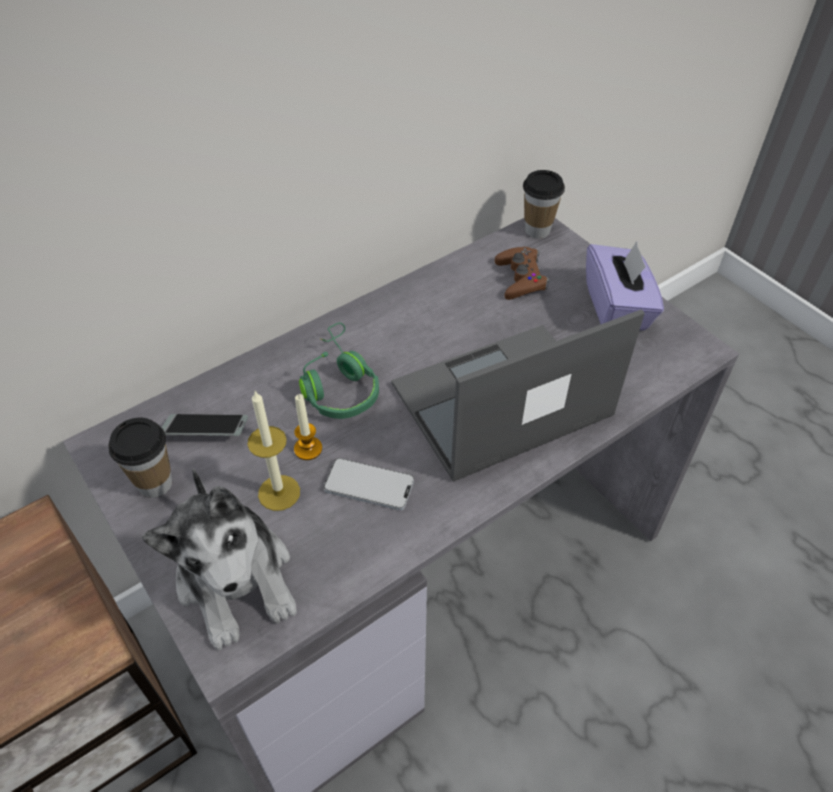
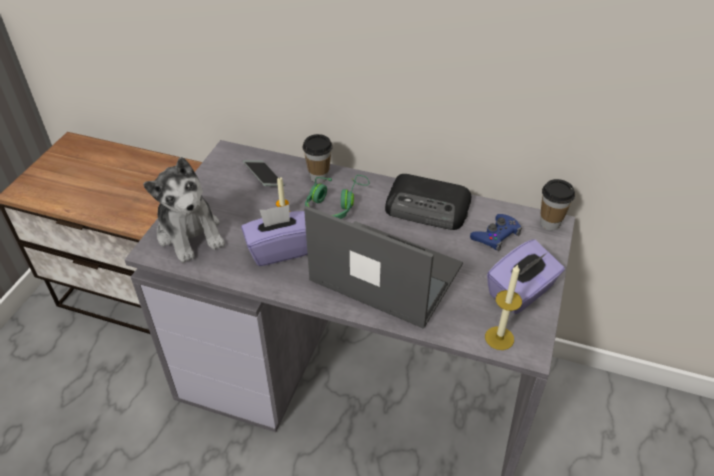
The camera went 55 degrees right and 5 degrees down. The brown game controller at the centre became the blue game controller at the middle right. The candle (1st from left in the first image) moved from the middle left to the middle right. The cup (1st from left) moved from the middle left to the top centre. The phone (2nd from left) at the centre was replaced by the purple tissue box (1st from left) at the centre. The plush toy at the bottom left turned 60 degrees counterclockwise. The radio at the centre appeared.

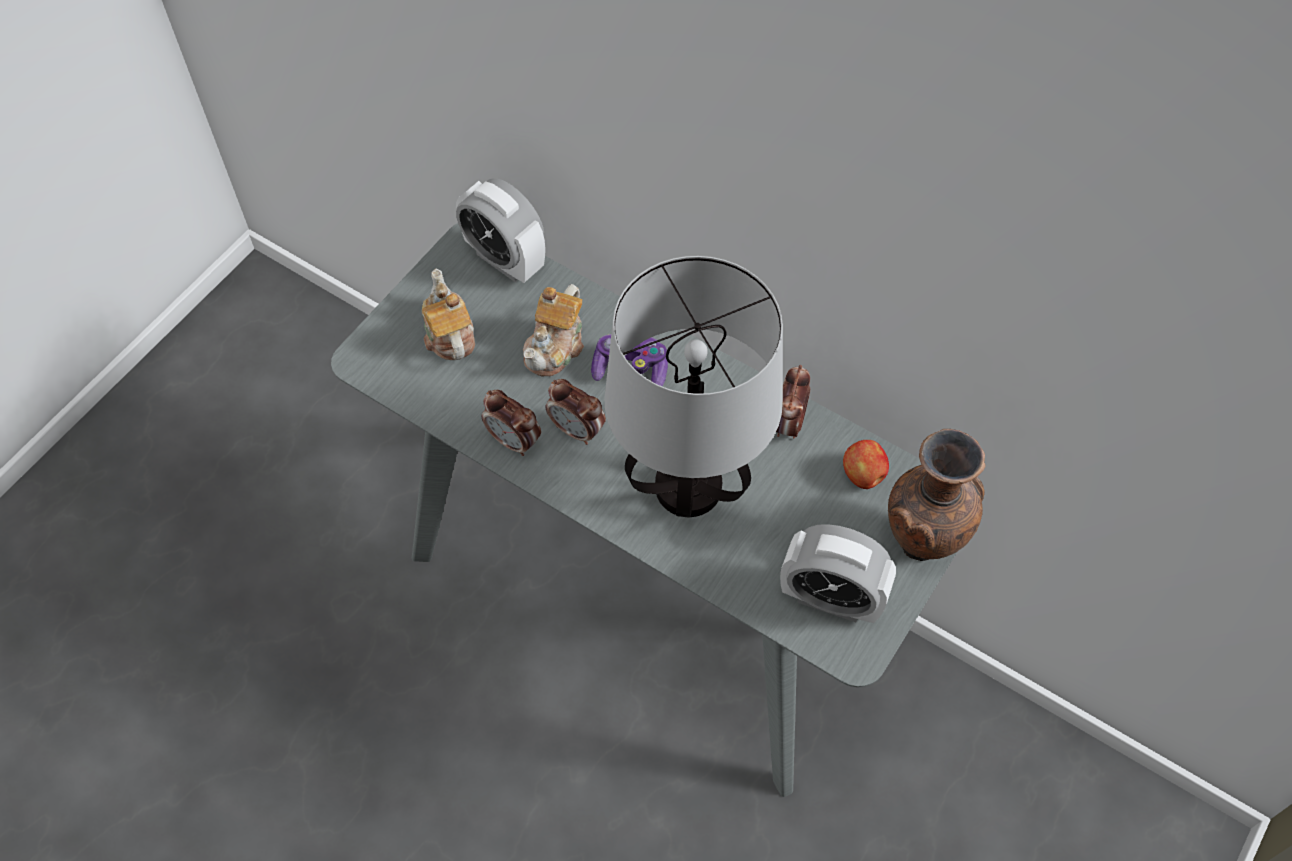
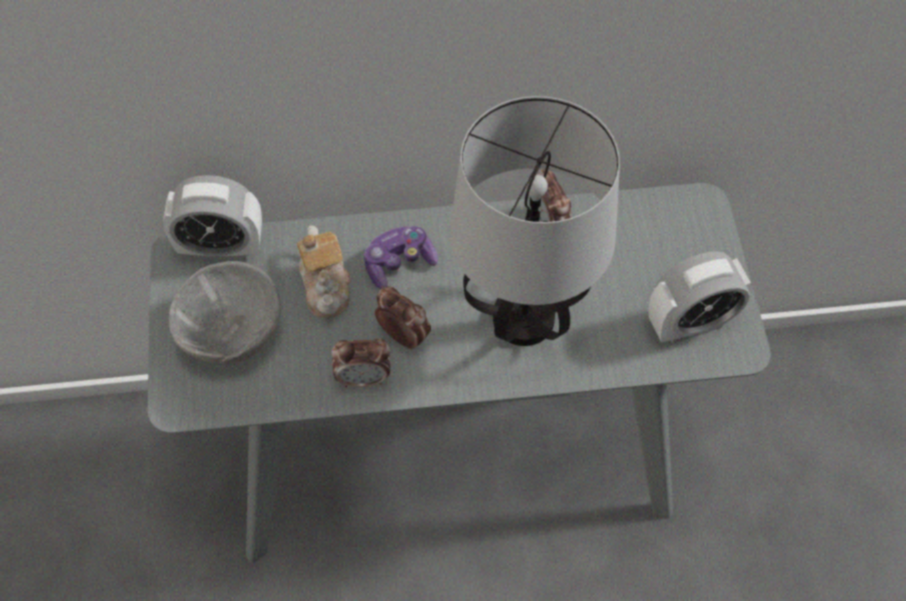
The camera went 40 degrees left and 0 degrees up. The teapot (1st from left) at the centre was replaced by the grey bowl at the middle left. The alarm clock (3rd from left) at the centre turned 135 degrees counterclockwise. The brown vase at the middle right disappeared. The apple at the middle right disappeared.

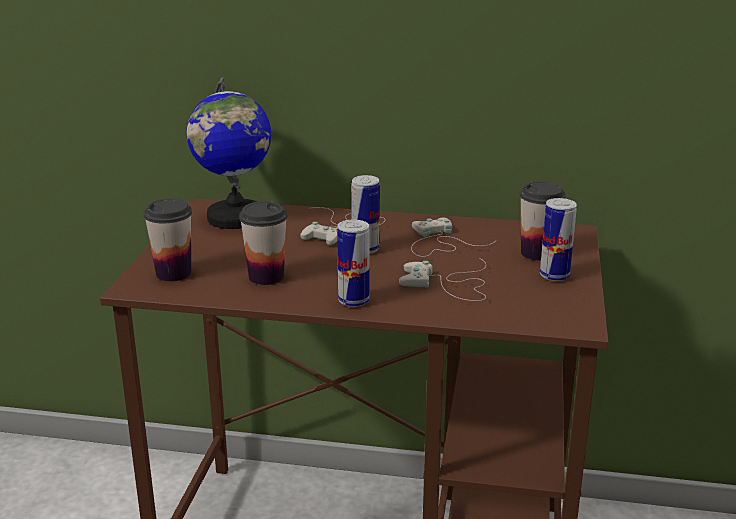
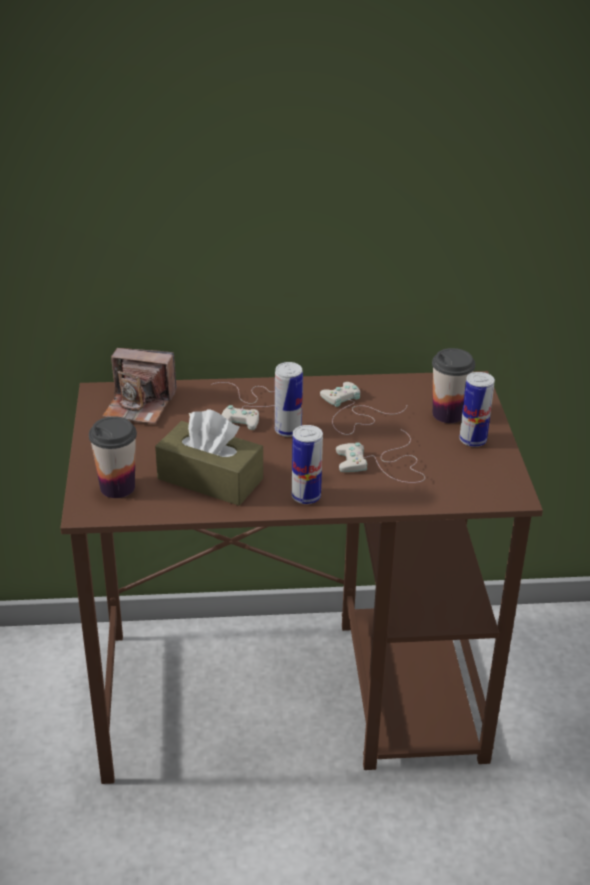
The camera went 15 degrees left and 10 degrees up. The globe at the top left was replaced by the photo camera at the middle left. The cup (2nd from left) at the centre was replaced by the brown tissue box at the centre.

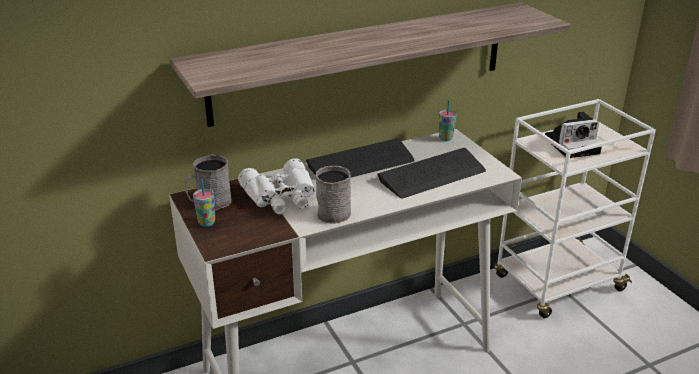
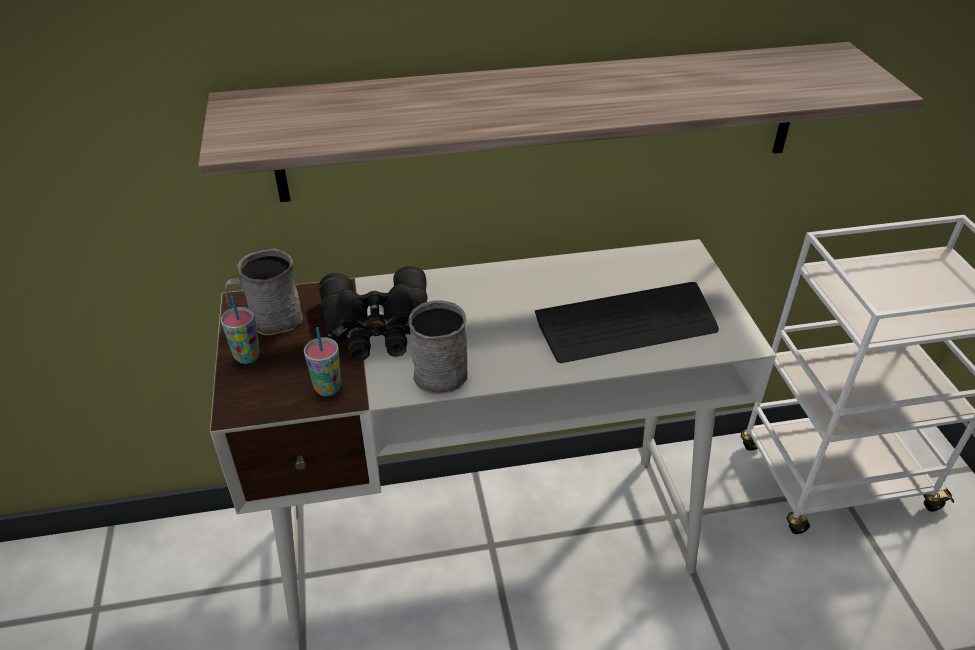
The camera went 15 degrees right and 10 degrees up. The cup (2nd from left) moved from the top centre to the middle left. The photo camera at the middle right disappeared. The keyboard (1st from left) at the centre disappeared. The white binoculars at the centre became the black binoculars at the centre.

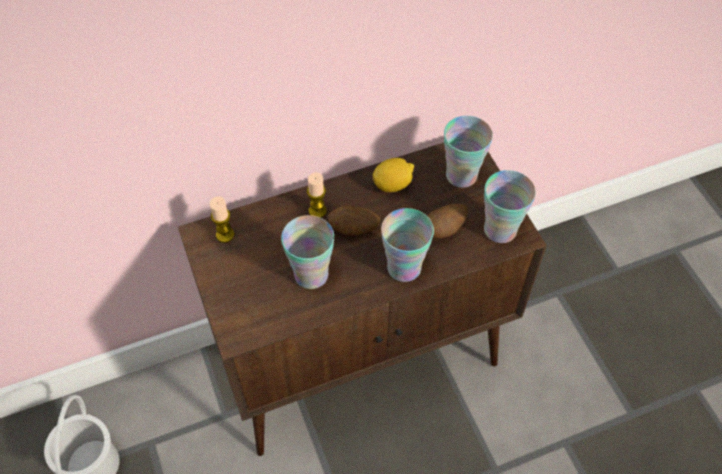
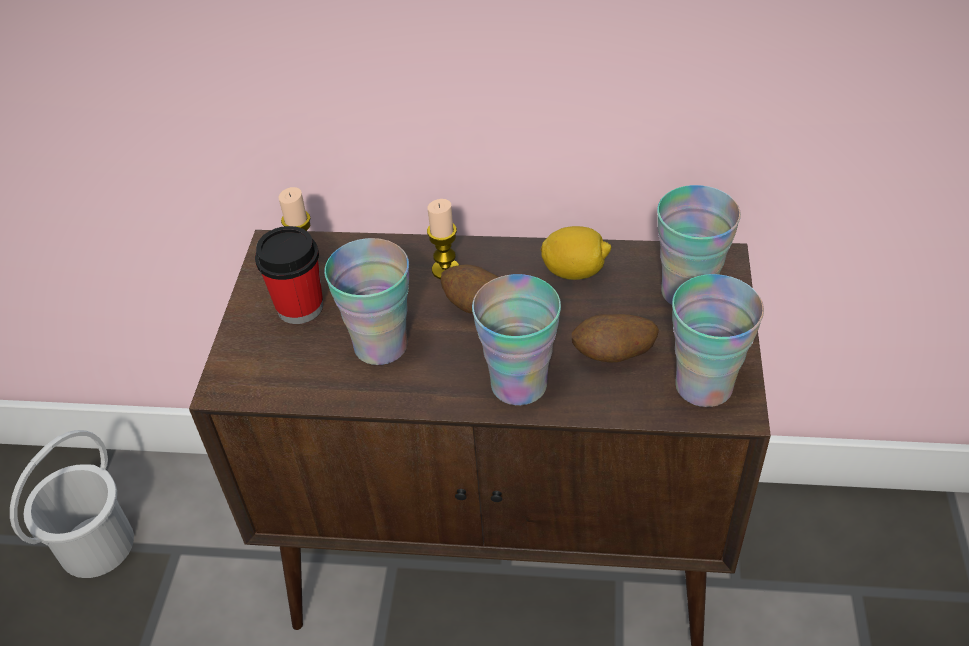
The camera went 30 degrees right and 10 degrees down. The cup (1st from left) at the middle left appeared.

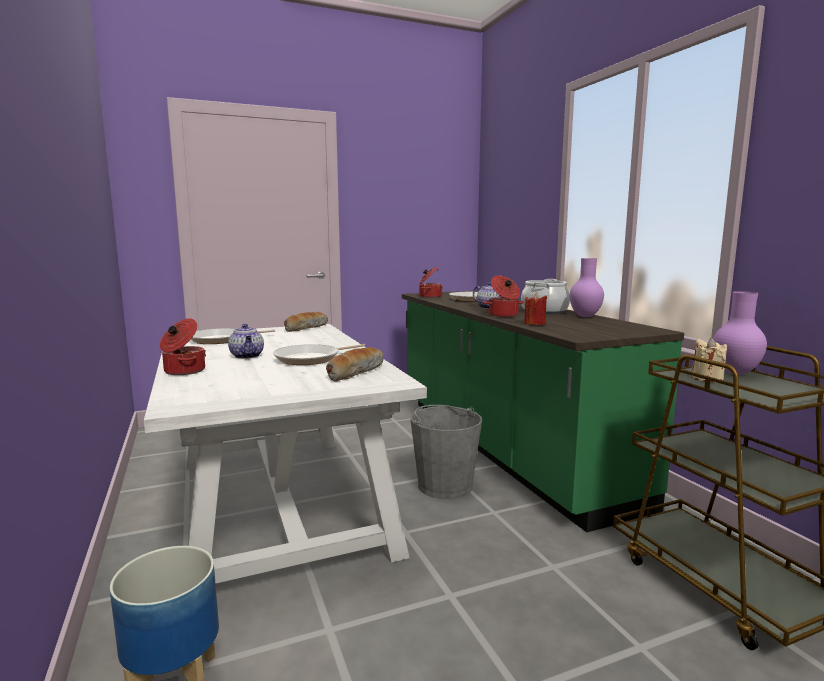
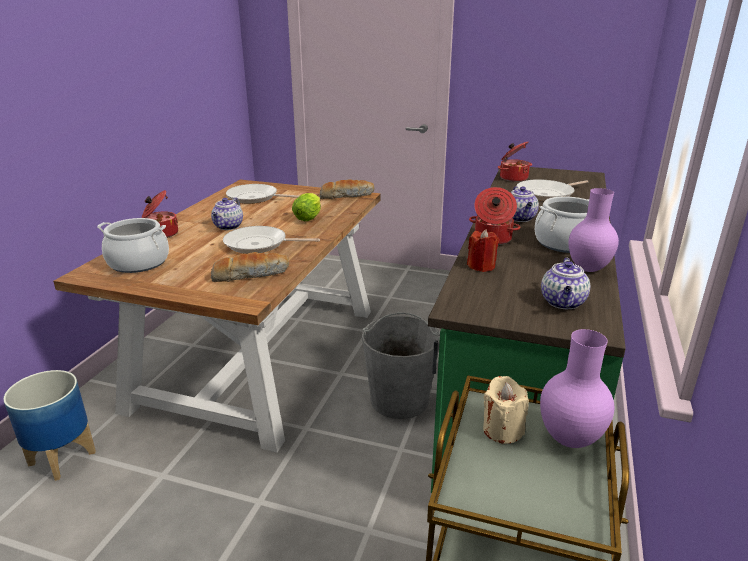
The camera went 40 degrees right and 15 degrees up. The white dining table at the bottom centre became the brown dining table at the middle left. The lettuce at the centre appeared. The cooking pot (1st from left) at the middle left appeared. The teapot (3rd from left) at the middle right appeared.

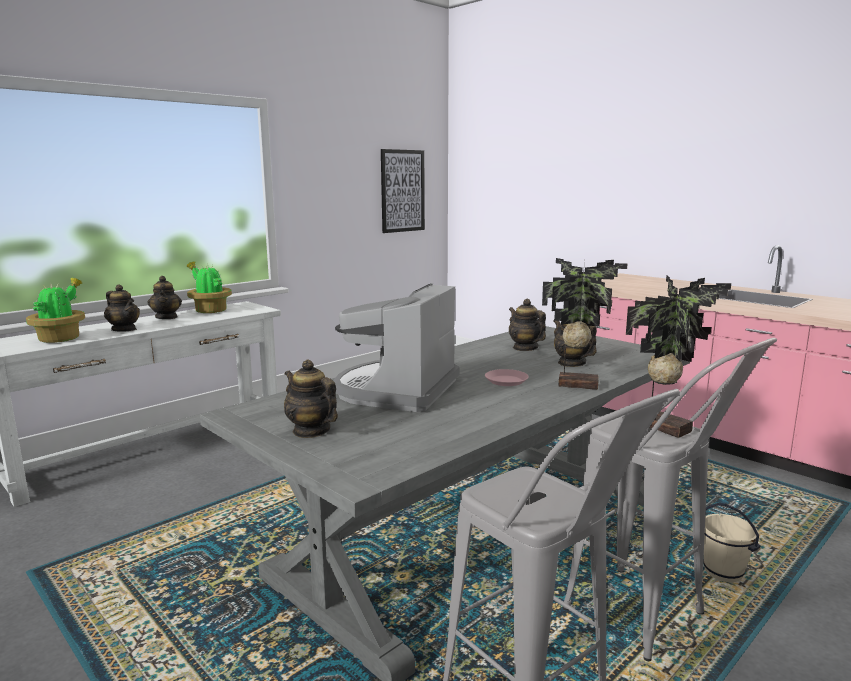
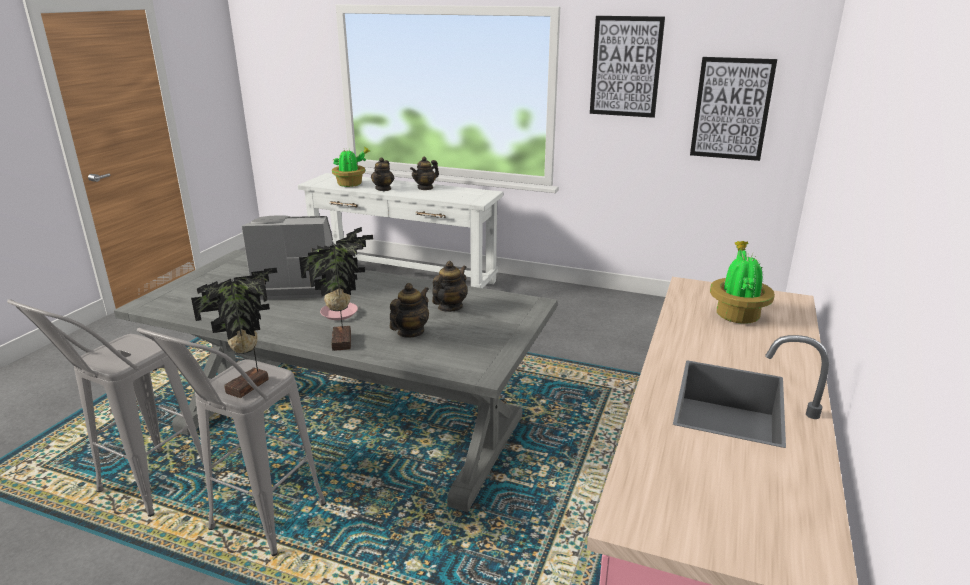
The camera went 65 degrees right and 10 degrees up. The potted plant (2nd from left in the first image) moved from the middle left to the middle right. The teapot (3rd from left) at the centre disappeared. The beige bucket at the bottom right disappeared. The picture (1st from left) at the top centre appeared.

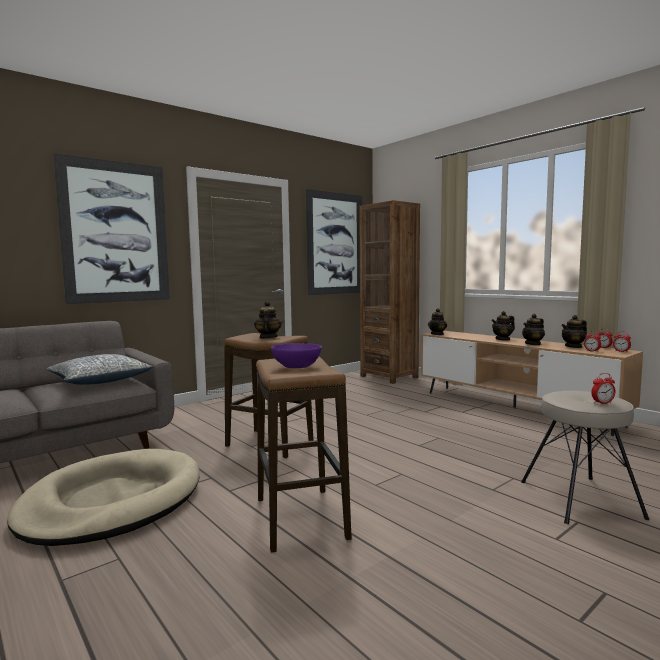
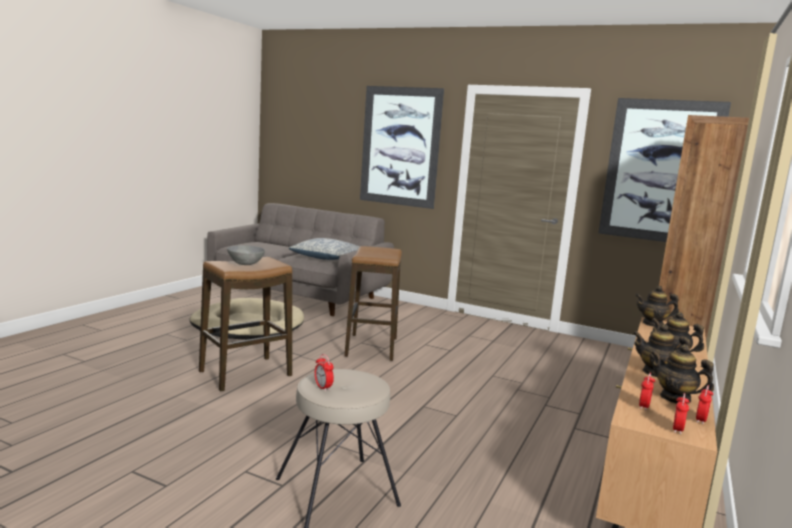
The camera went 65 degrees right and 5 degrees up. The teapot (1st from left) at the centre disappeared. The purple bowl at the centre became the grey bowl at the middle left.

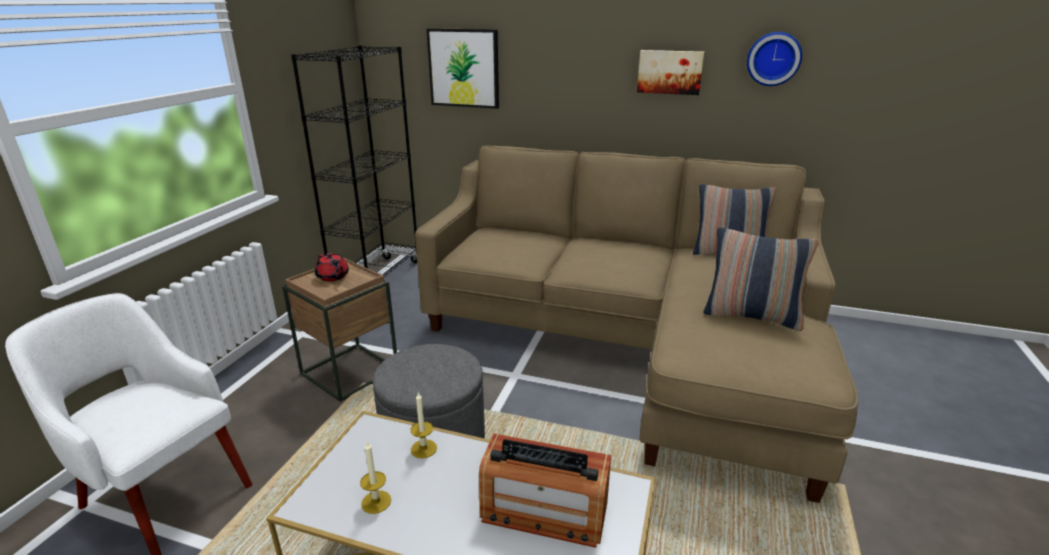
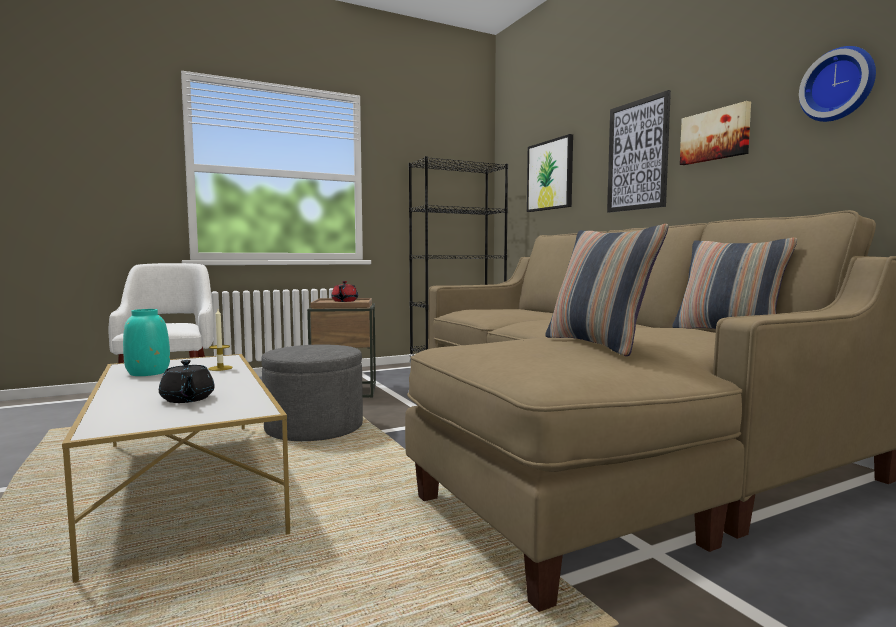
The camera went 45 degrees right and 20 degrees down. The radio at the bottom centre was replaced by the black teapot at the middle left. The candle (1st from left) at the bottom centre was replaced by the turquoise vase at the middle left. The picture (2nd from left) at the top right appeared.

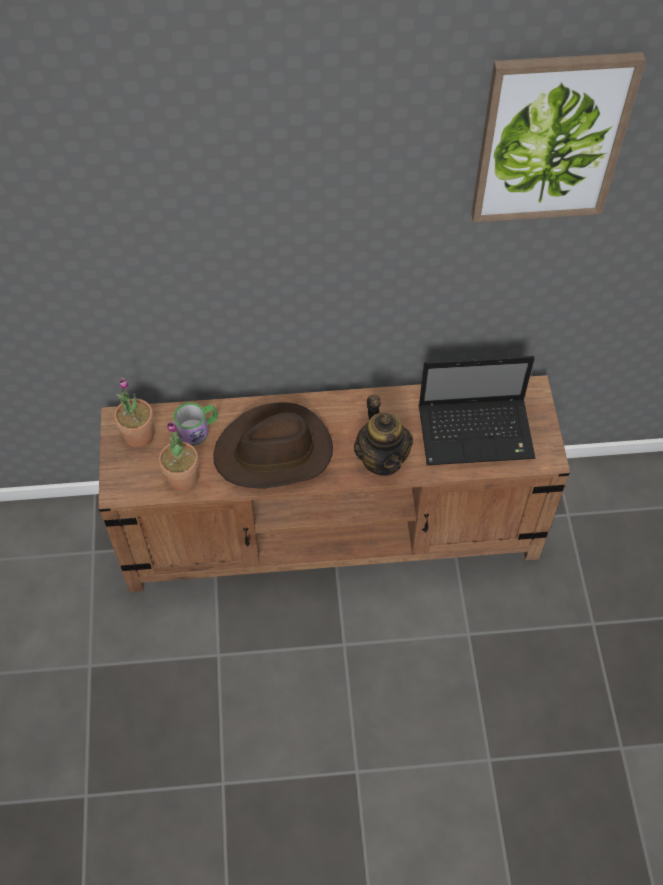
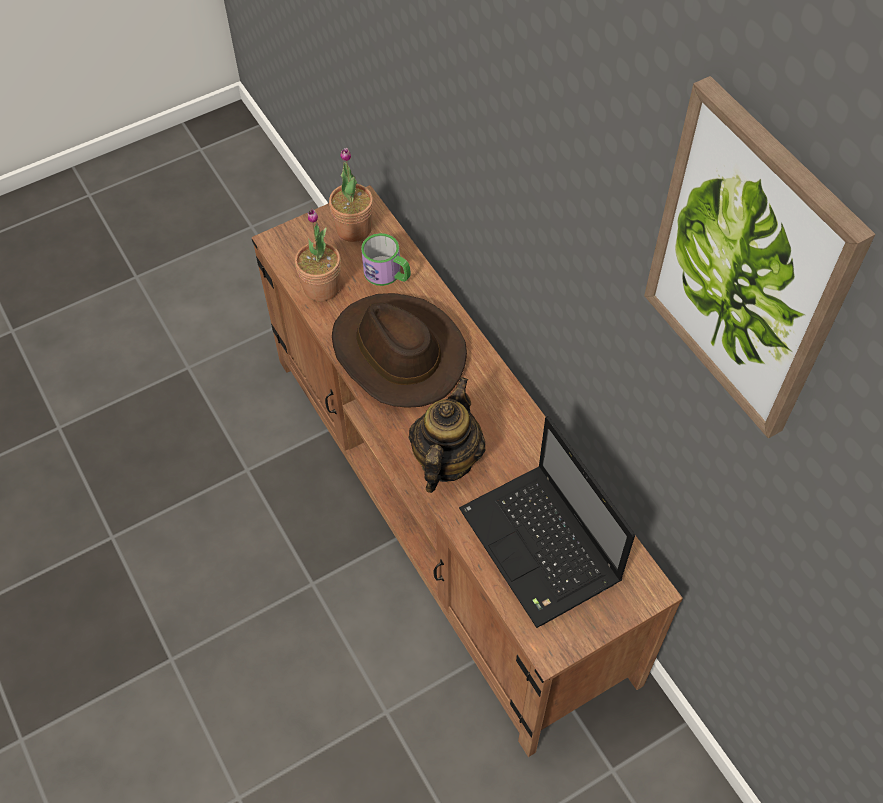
The camera went 65 degrees right and 0 degrees up. The teapot at the centre turned 150 degrees clockwise.

